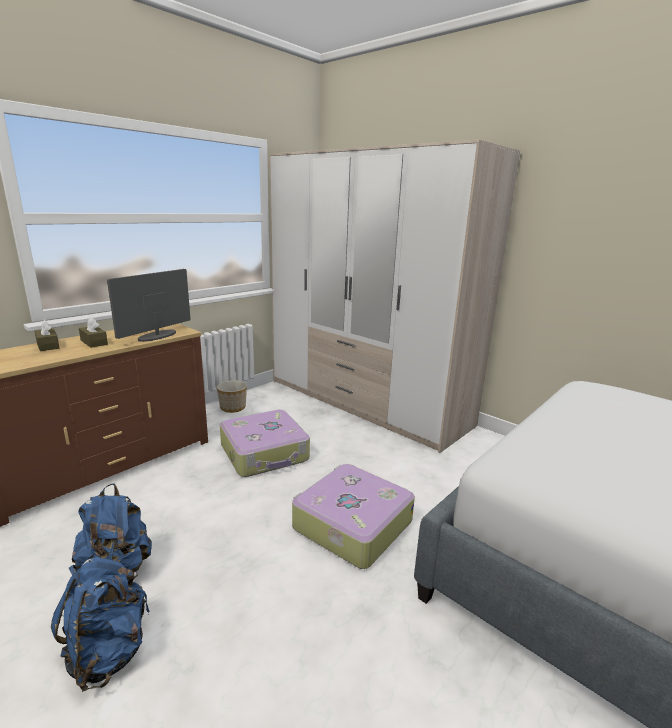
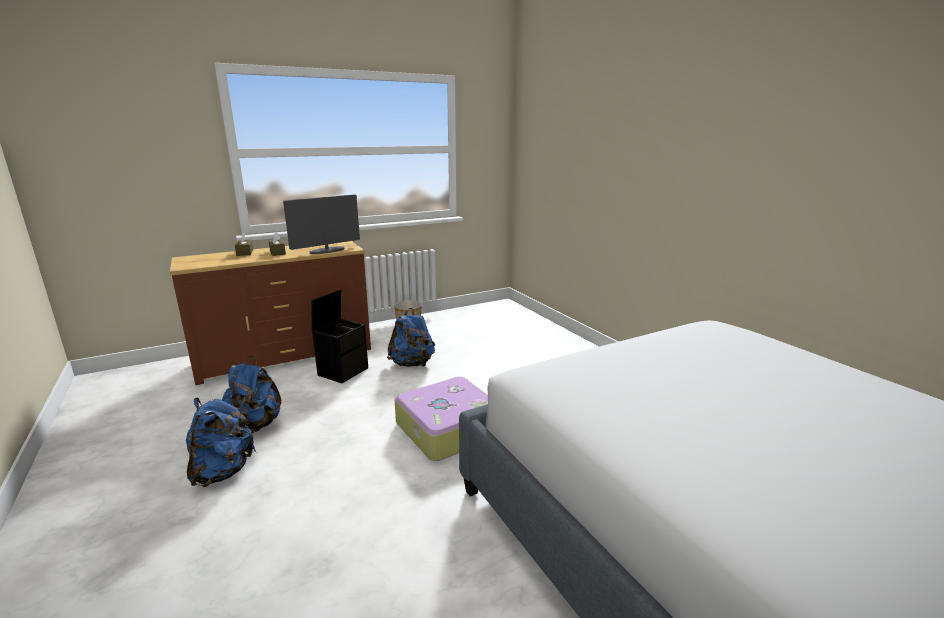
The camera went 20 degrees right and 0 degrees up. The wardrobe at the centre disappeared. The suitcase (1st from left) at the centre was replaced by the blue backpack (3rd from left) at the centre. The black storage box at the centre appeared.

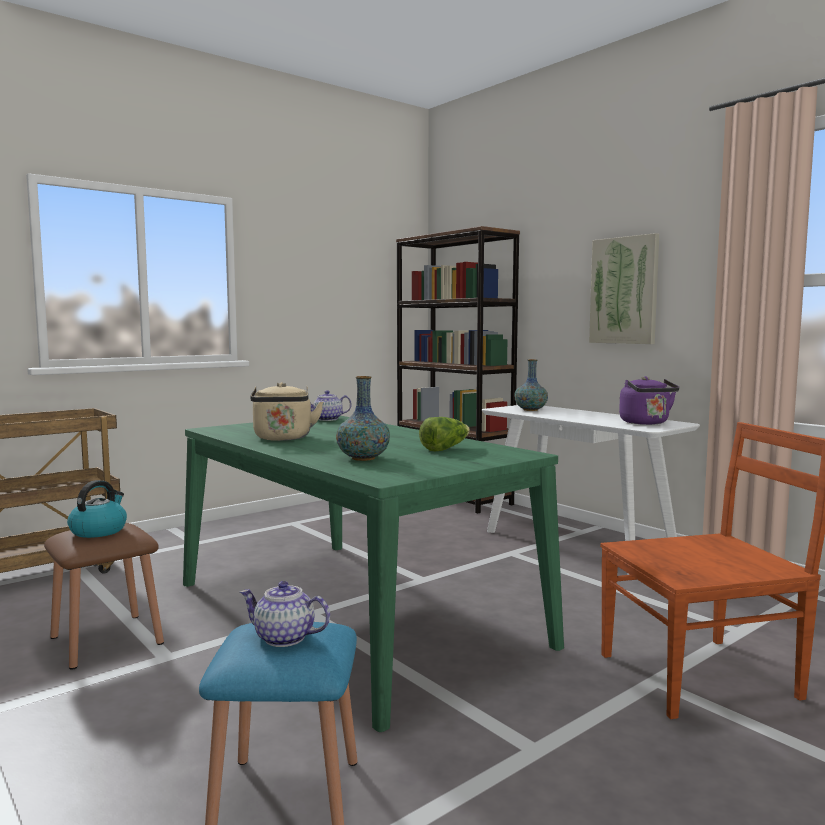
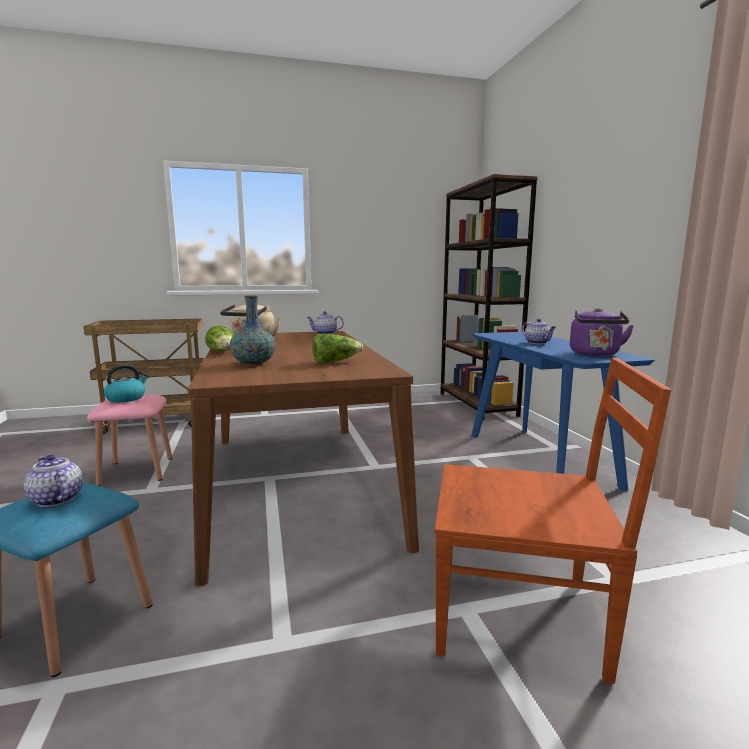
The camera went 25 degrees right and 5 degrees up. The picture at the middle right disappeared. The vase (2nd from left) at the centre disappeared. The white console table at the middle right became the blue console table at the middle right. The green dining table at the bottom centre became the brown dining table at the centre. The brown stool at the bottom left became the pink stool at the middle left. The teapot (3rd from left) at the middle right appeared. The lettuce (1st from left) at the middle left appeared.

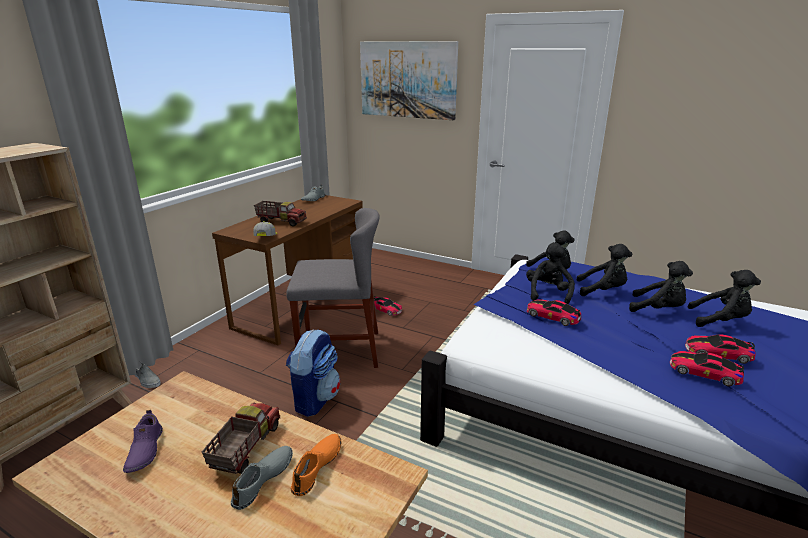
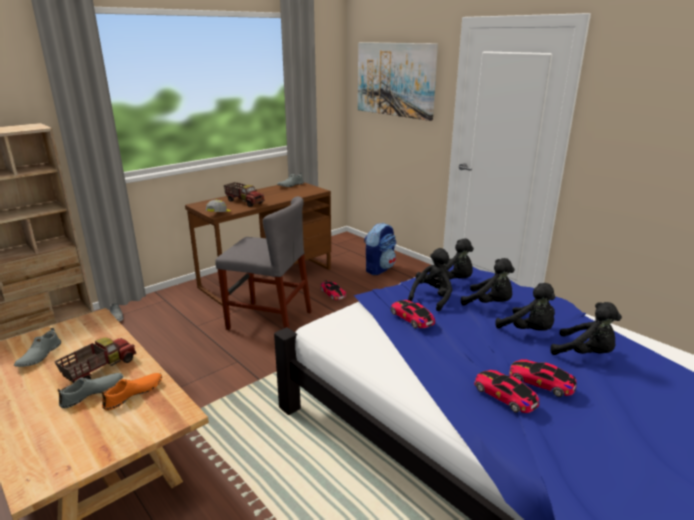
The camera went 20 degrees right and 0 degrees up. The backpack moved from the bottom centre to the centre. The purple shoe at the bottom left became the grey shoe (1st from left) at the bottom left.

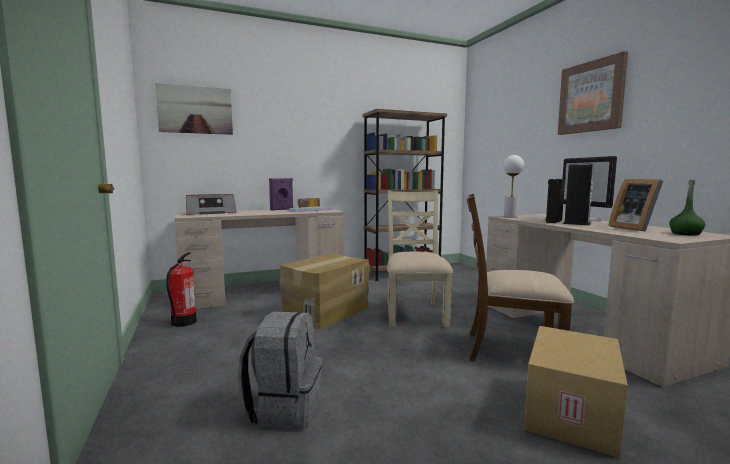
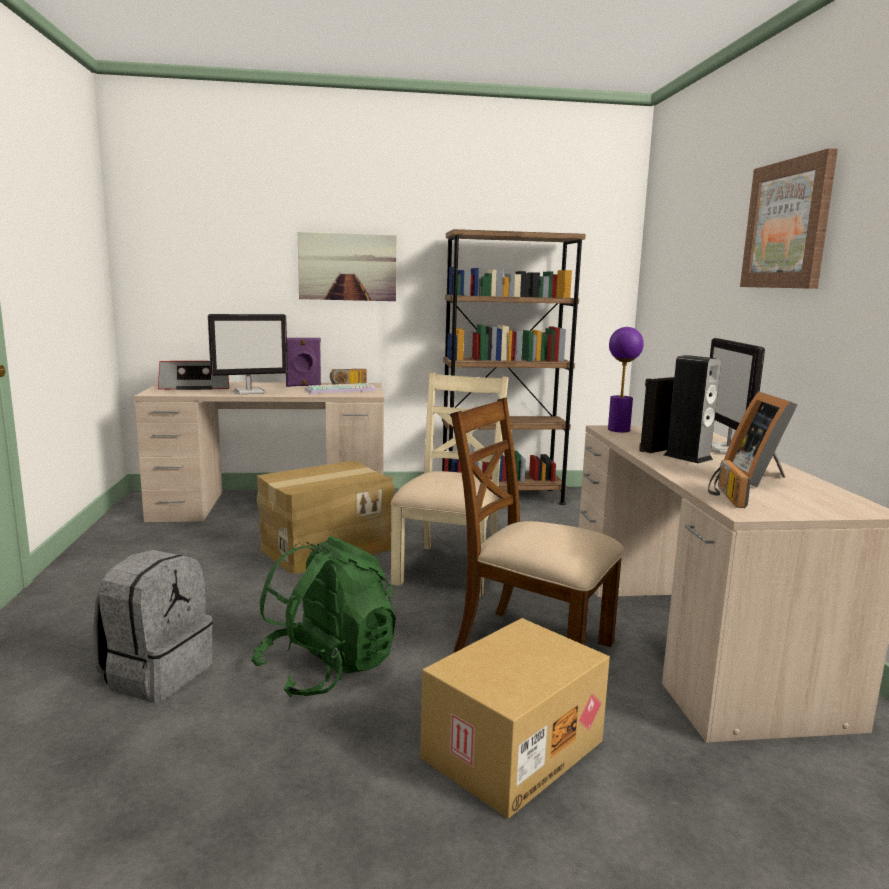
The camera went 15 degrees right and 5 degrees up. The picture (1st from left) moved from the top left to the top centre. The white table lamp at the middle right became the purple table lamp at the middle right. The green bottle at the middle right disappeared. The fire extinguisher at the middle left disappeared. The monitor (1st from left) at the middle left appeared. The radio (3rd from left) at the middle right appeared. The green backpack at the bottom centre appeared.

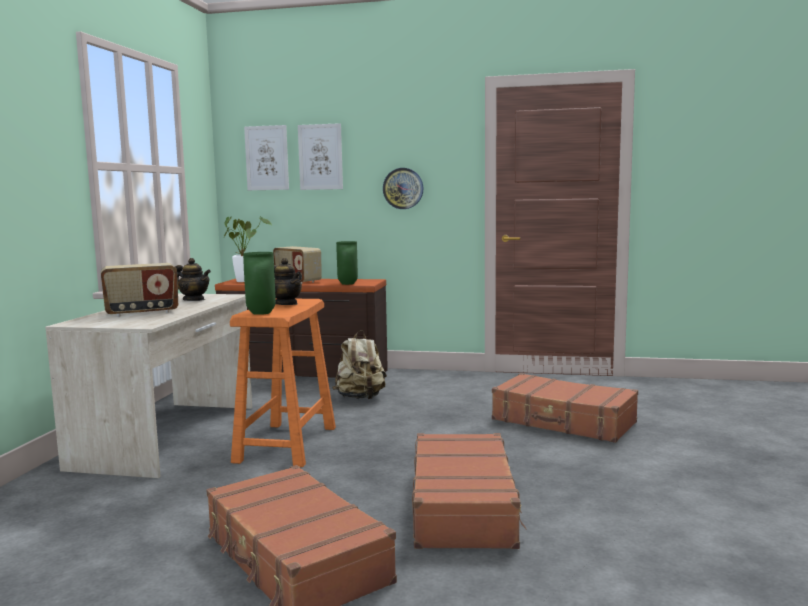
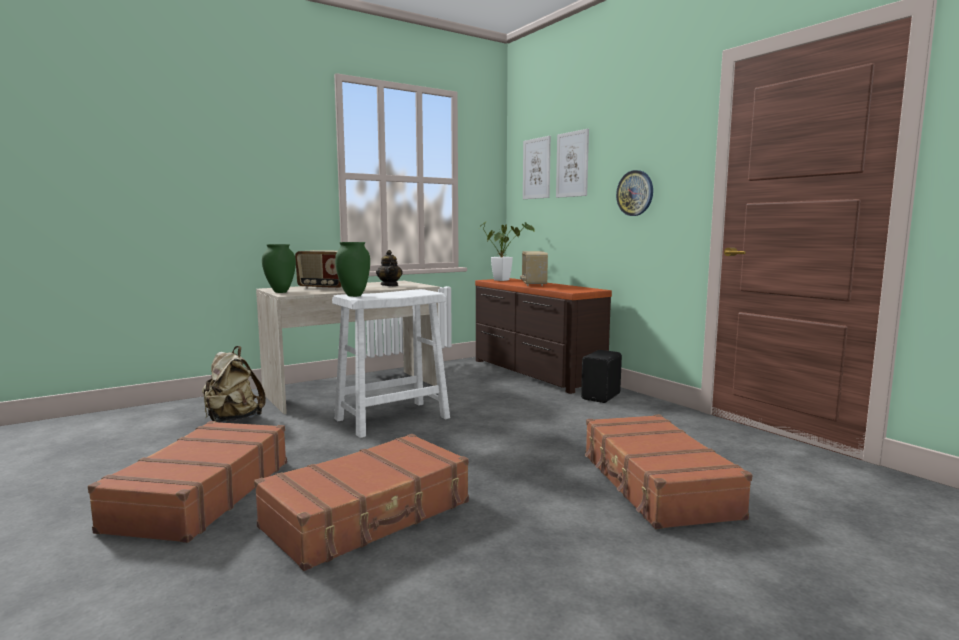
The camera went 45 degrees right and 0 degrees up. The green vase (2nd from left in the first image) moved from the centre to the middle left. The teapot (2nd from left) at the centre disappeared. The orange stool at the centre became the white stool at the centre. The beige backpack moved from the centre to the middle left. The black speaker at the centre appeared.

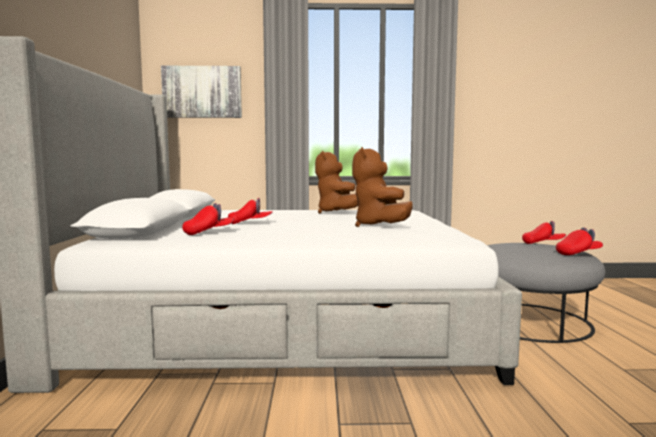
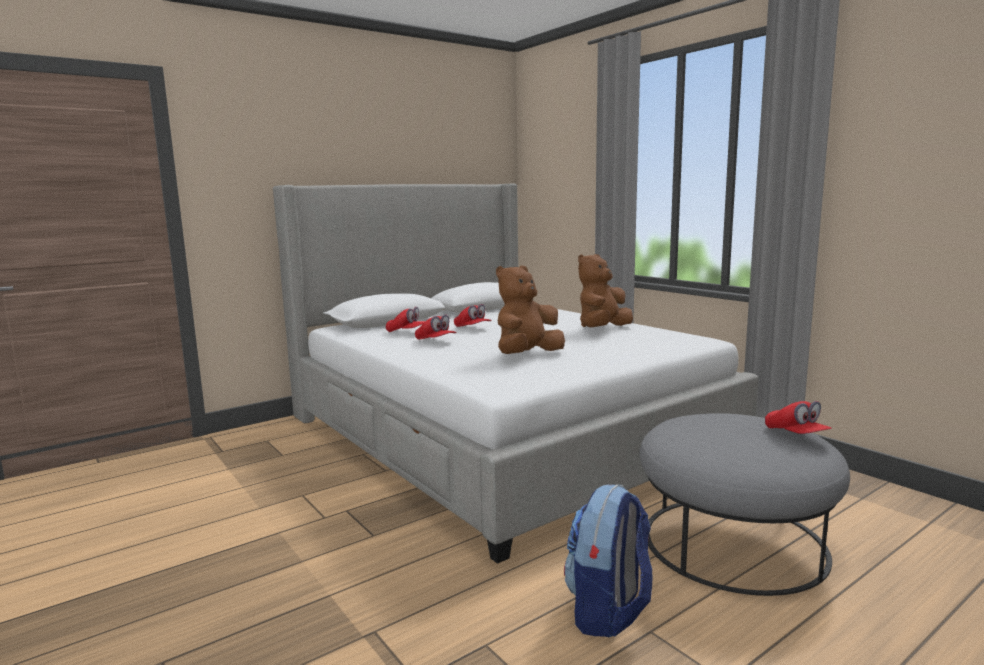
The camera went 55 degrees right and 5 degrees up. The picture at the top left disappeared. The red cap (4th from left in the first image) moved from the middle right to the centre. The backpack at the bottom centre appeared.

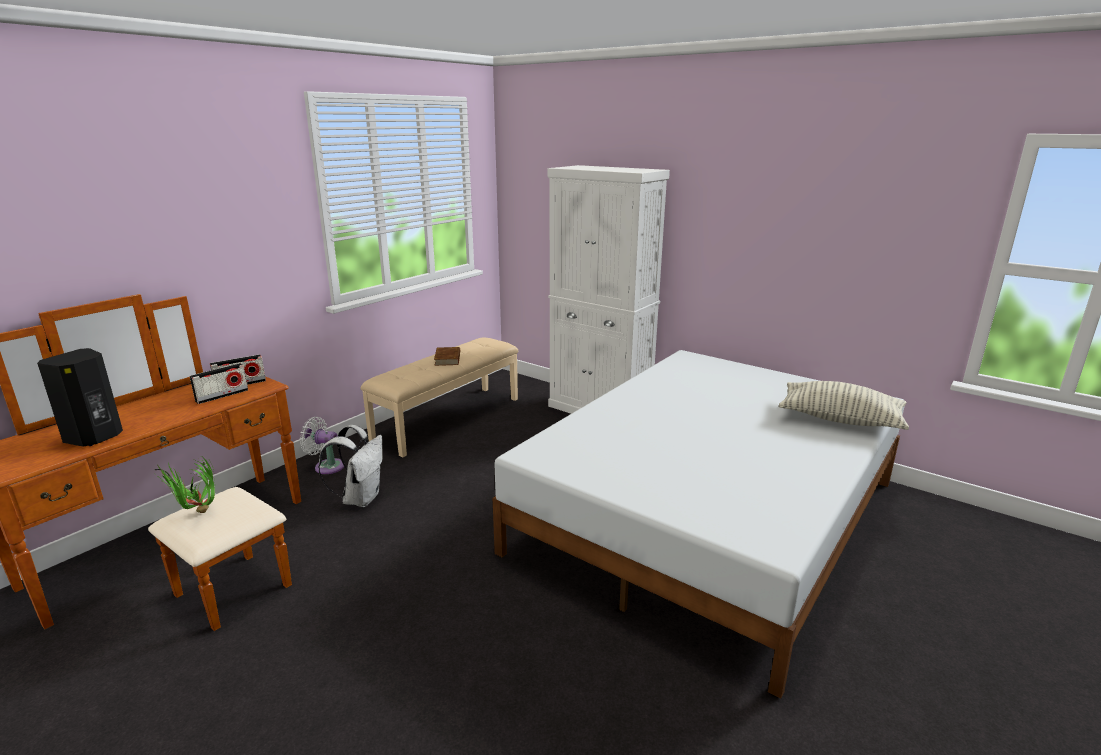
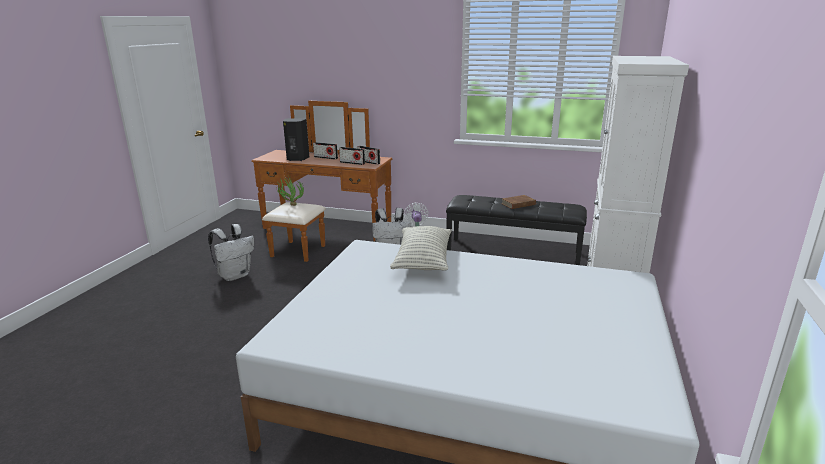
The camera went 70 degrees right and 0 degrees up. The beige bench at the centre became the black bench at the centre. The pillow moved from the middle right to the centre. The radio (1st from left) at the top centre appeared. The white backpack (1st from left) at the middle left appeared.

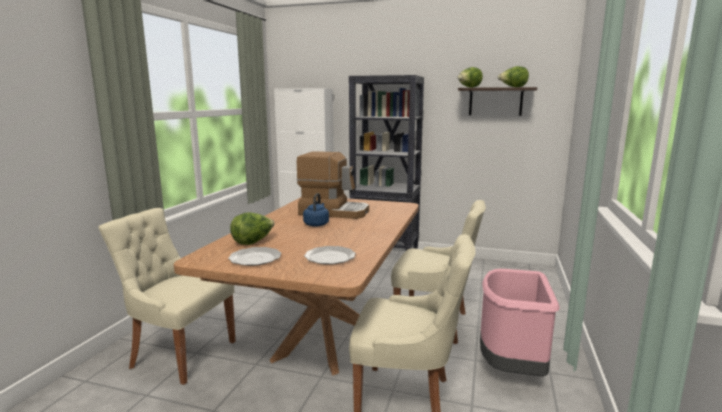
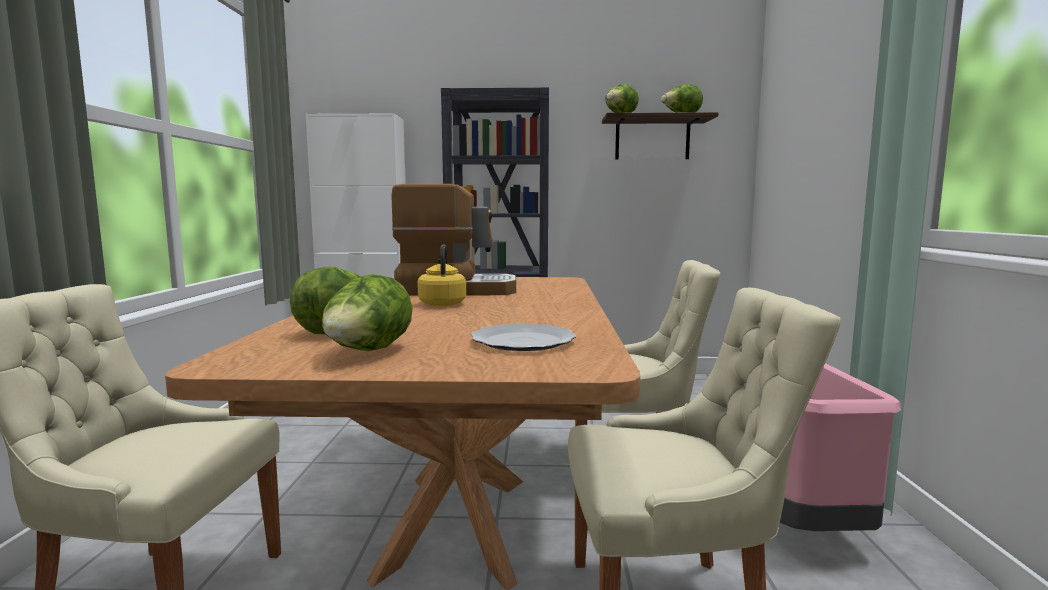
The camera went 15 degrees left and 5 degrees down. The blue kettle at the centre became the yellow kettle at the centre. The plate (1st from left) at the centre was replaced by the lettuce (2nd from left) at the centre.

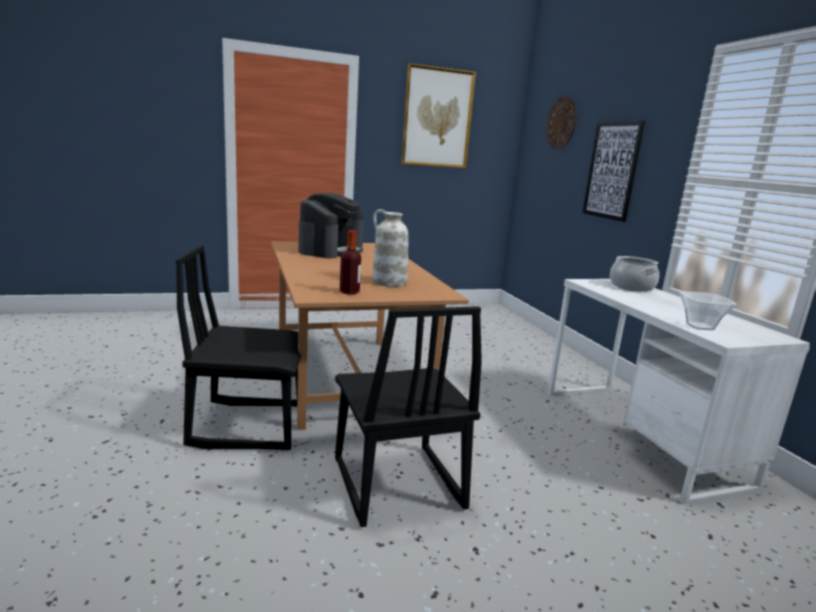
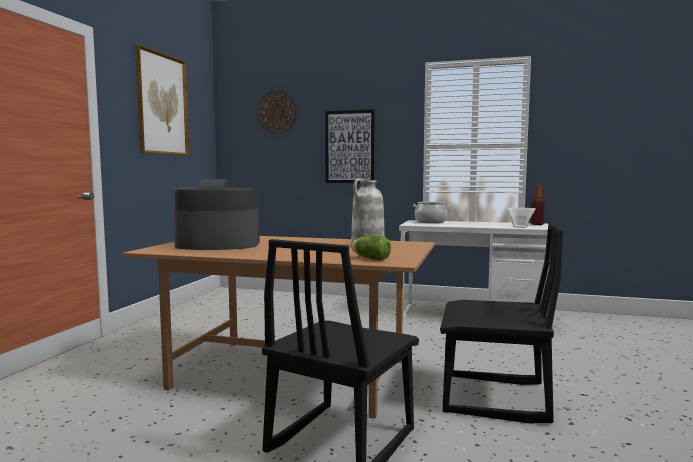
The camera went 55 degrees left and 10 degrees down. The coffee machine at the centre turned 60 degrees counterclockwise. The bottle moved from the centre to the middle right. The lettuce at the centre appeared.

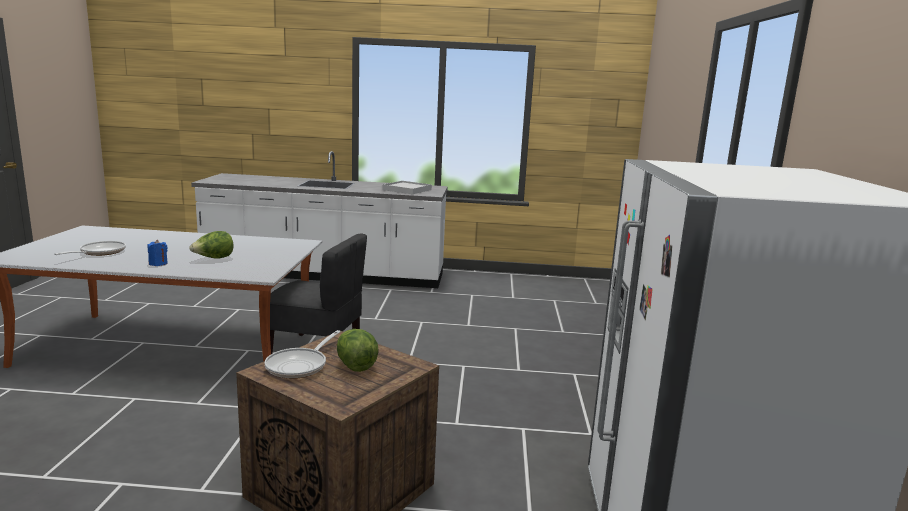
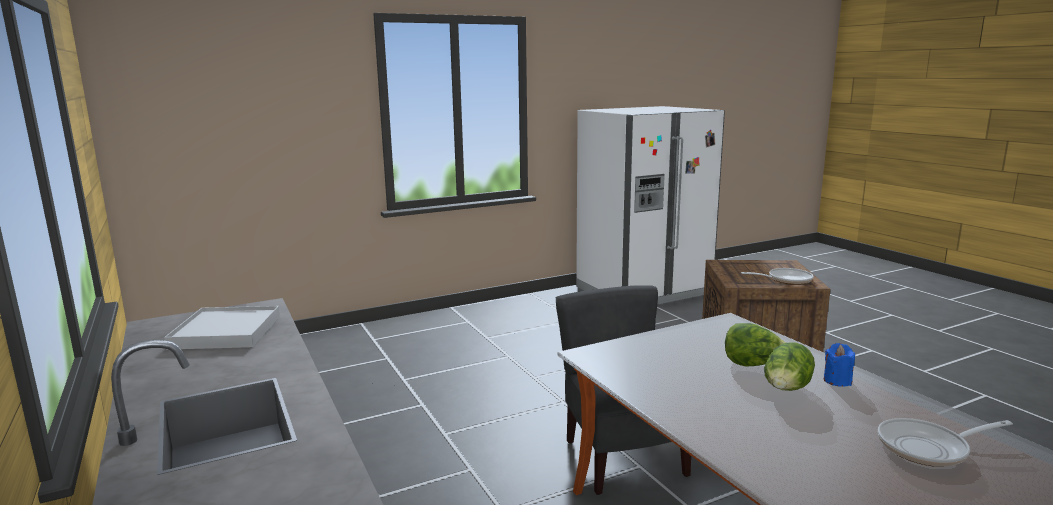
The camera went 120 degrees left and 0 degrees up. The lettuce (2nd from left) moved from the bottom centre to the bottom right.

